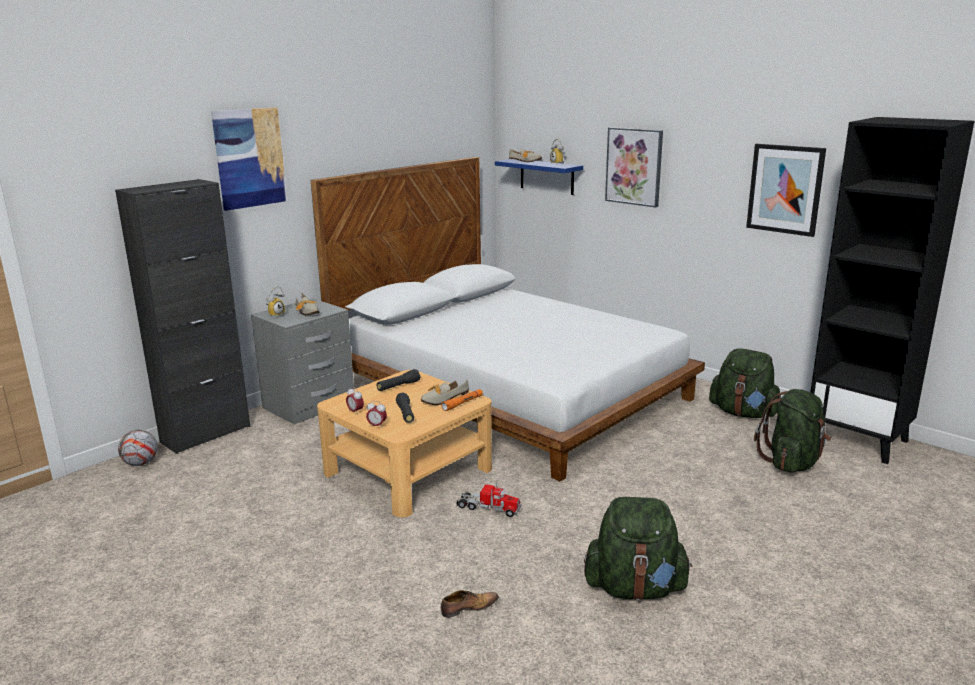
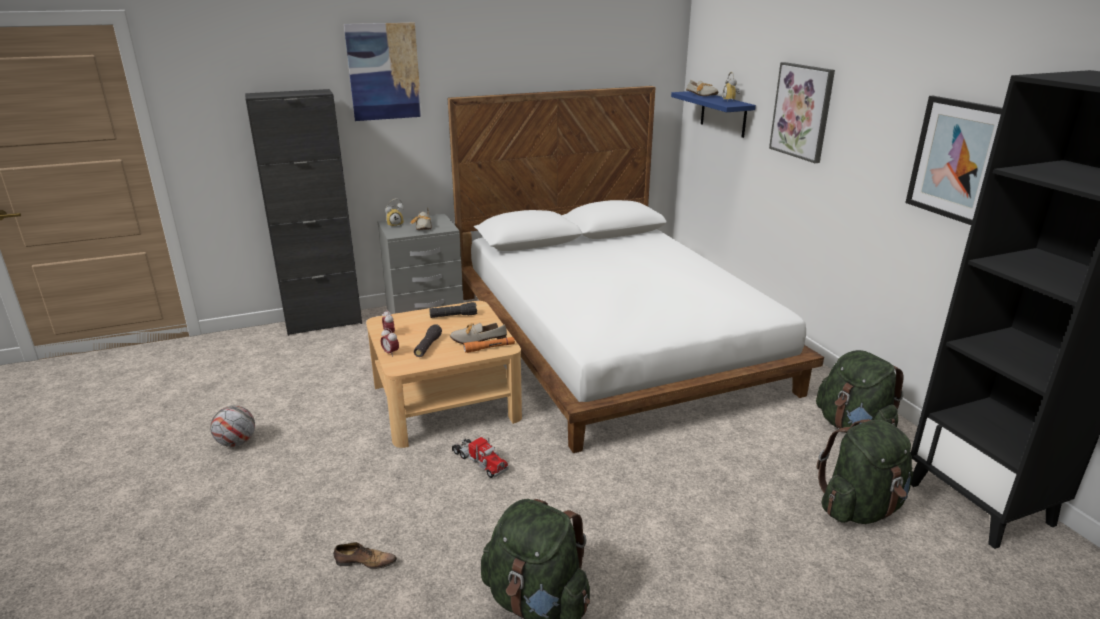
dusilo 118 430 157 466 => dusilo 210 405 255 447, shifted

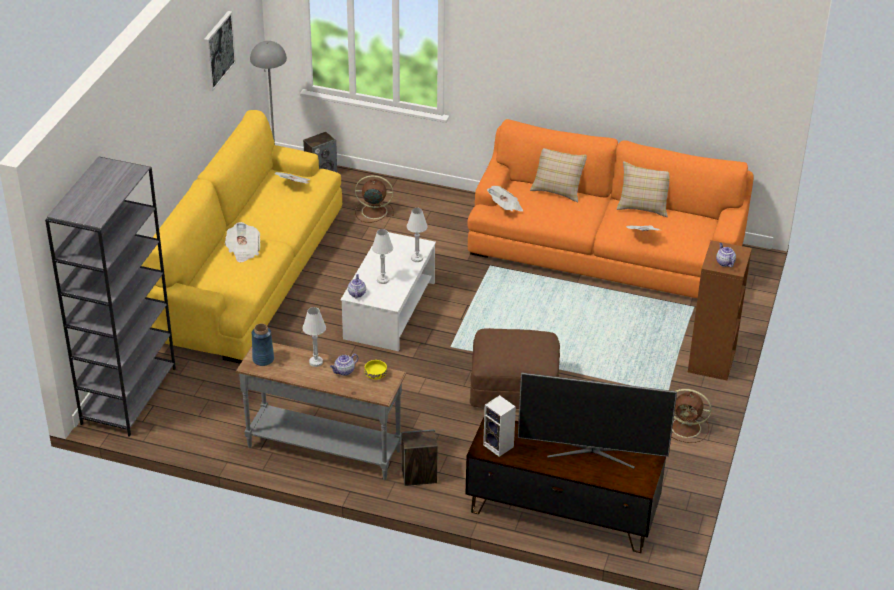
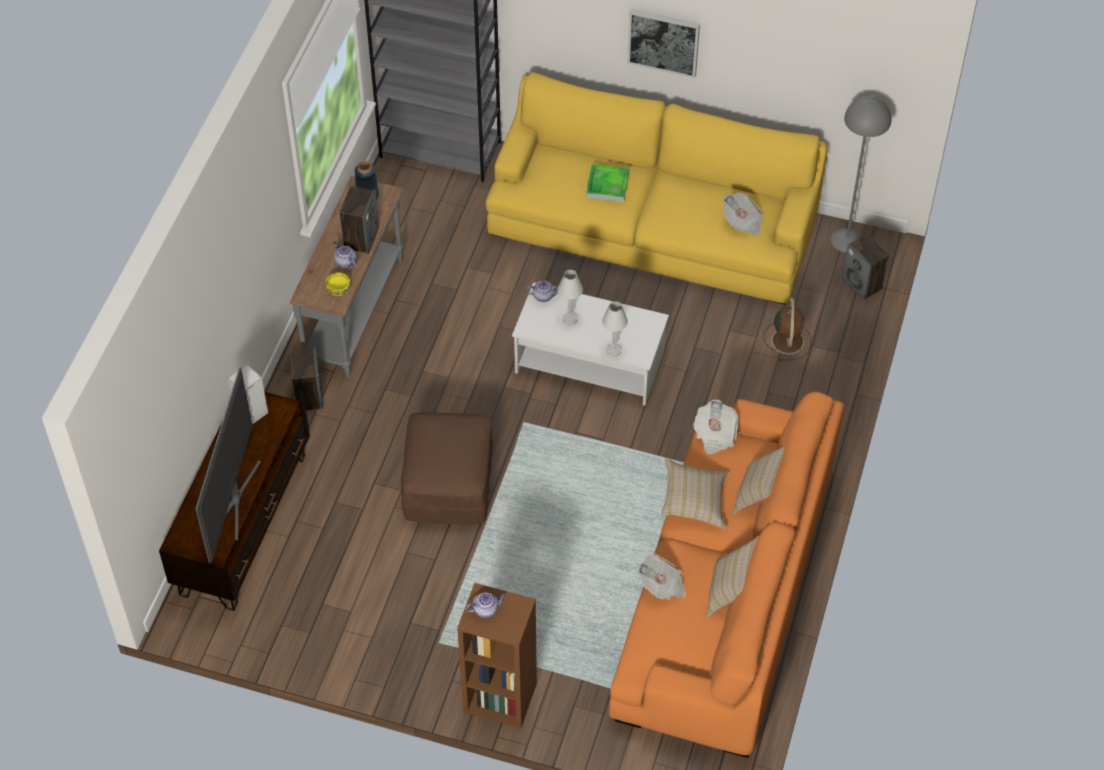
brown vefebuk 672 389 711 443 => nothing
nothing => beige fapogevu 661 459 728 530
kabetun 204 11 236 91 => kabetun 627 9 700 78, shifted
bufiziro 225 222 260 263 => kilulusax 586 164 629 202
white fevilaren 303 307 326 367 => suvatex 340 186 379 254

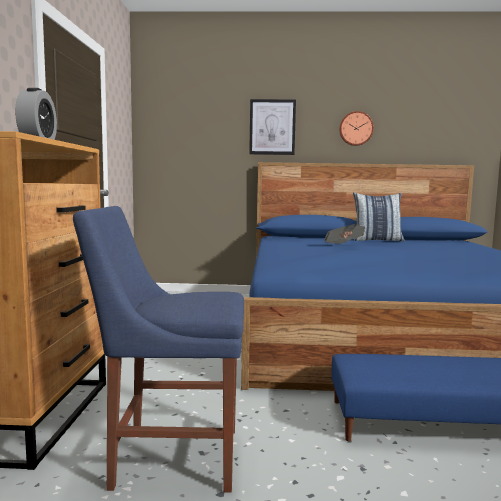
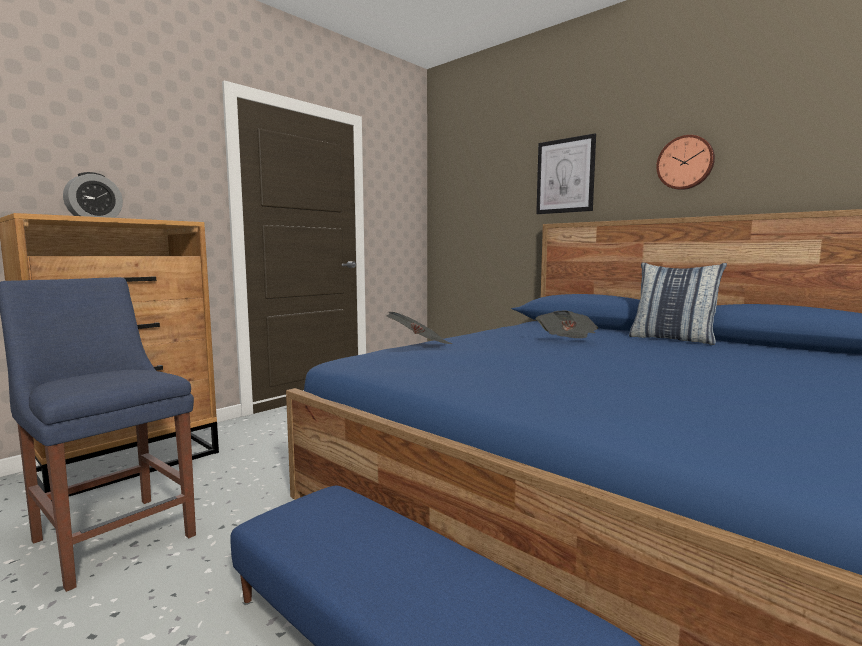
nothing => bufiziro 386 312 453 344

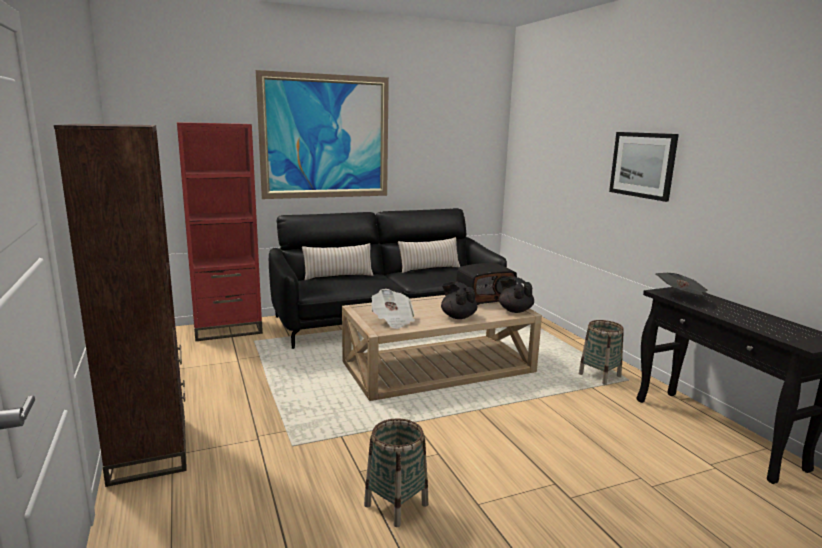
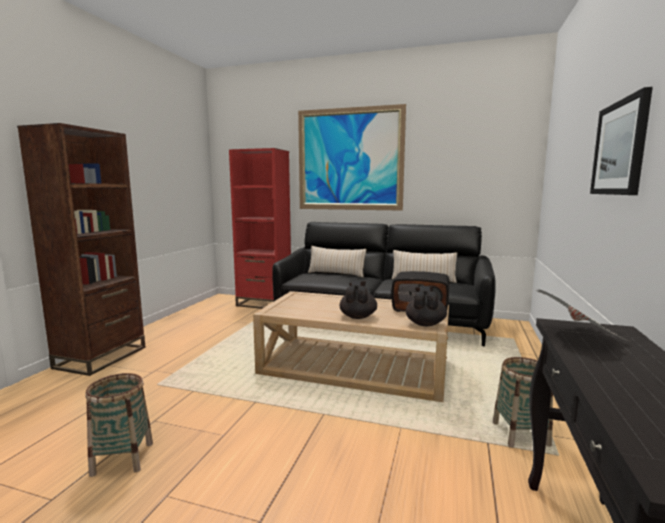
bufiziro 371 289 415 329 => nothing

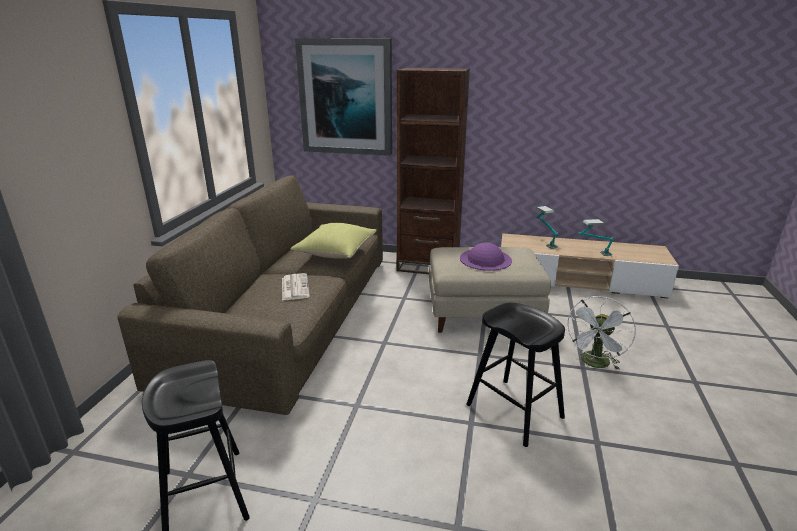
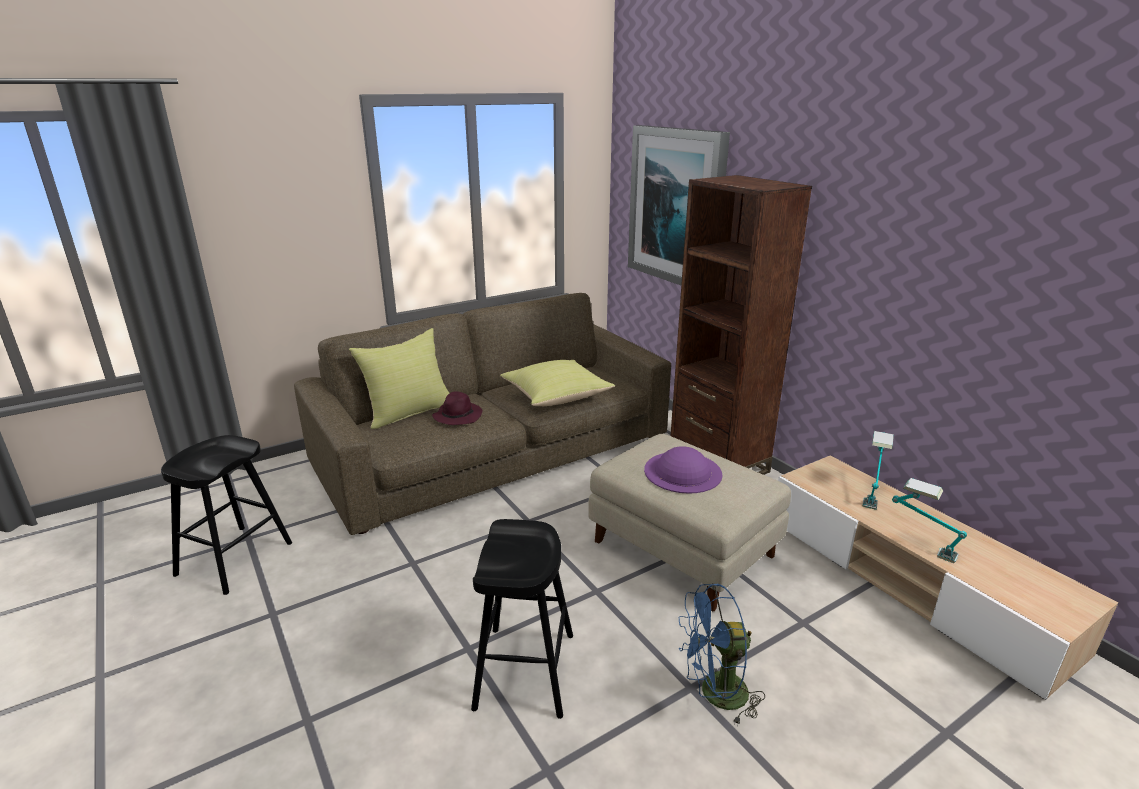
nothing => yellow fapogevu 349 328 450 429
bufiziro 282 273 310 301 => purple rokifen 432 391 482 425
white vefebuk 565 296 636 370 => blue vefebuk 679 583 765 726

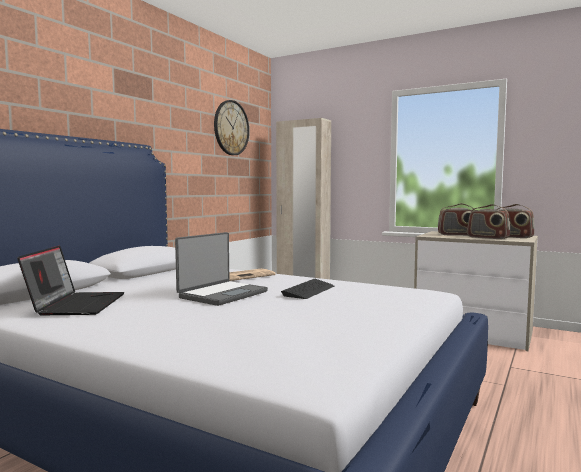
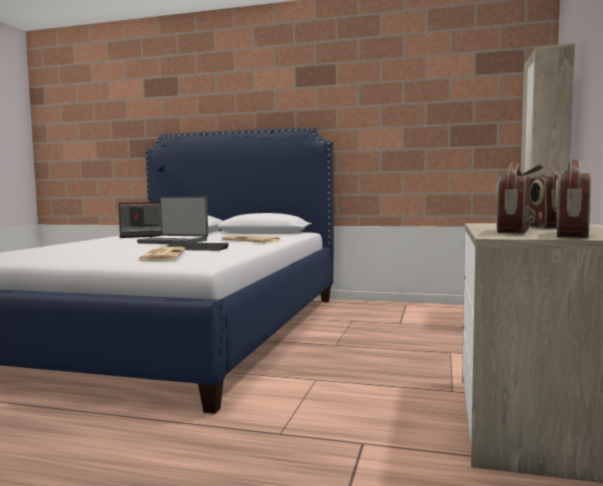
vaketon 214 100 249 155 => nothing
nothing => bufiziro 137 247 185 261

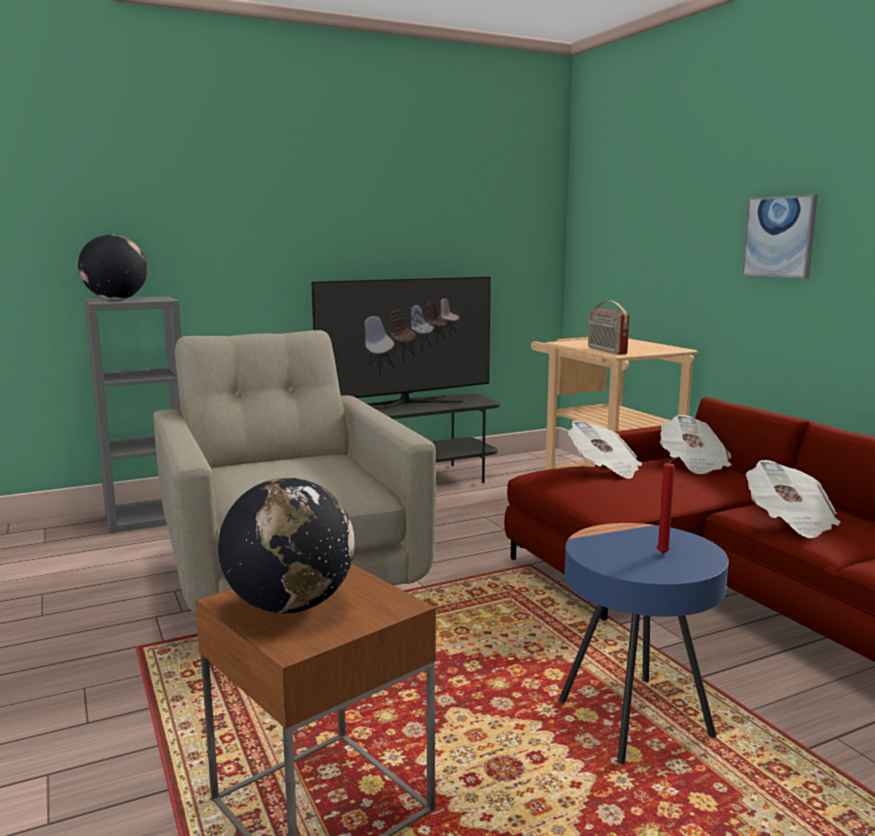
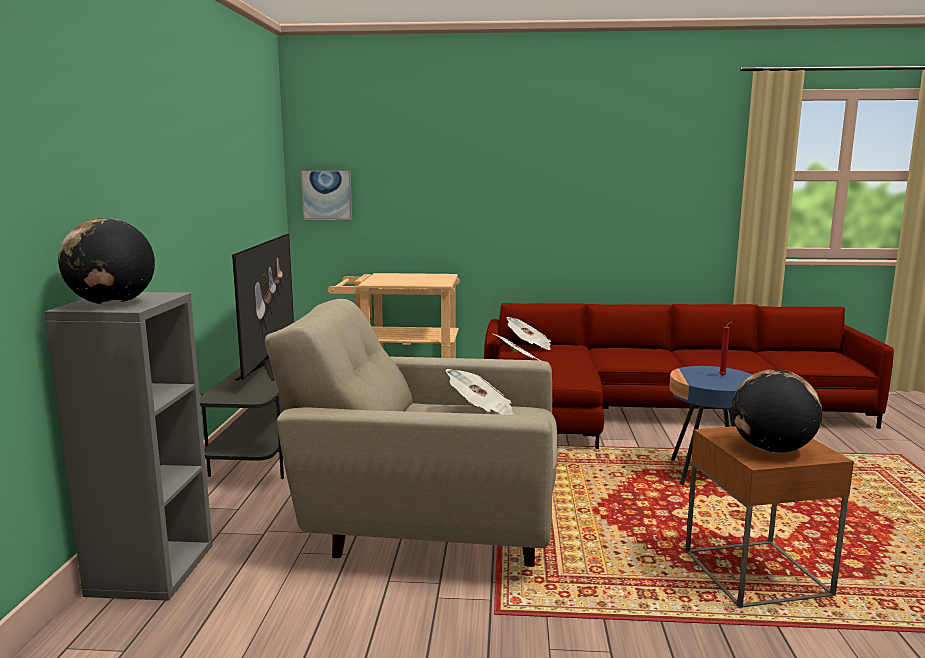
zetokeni 588 301 629 355 => nothing
kabetun 742 194 818 279 => kabetun 301 170 352 220, shifted
bufiziro 746 460 840 538 => bufiziro 446 369 514 415, shifted

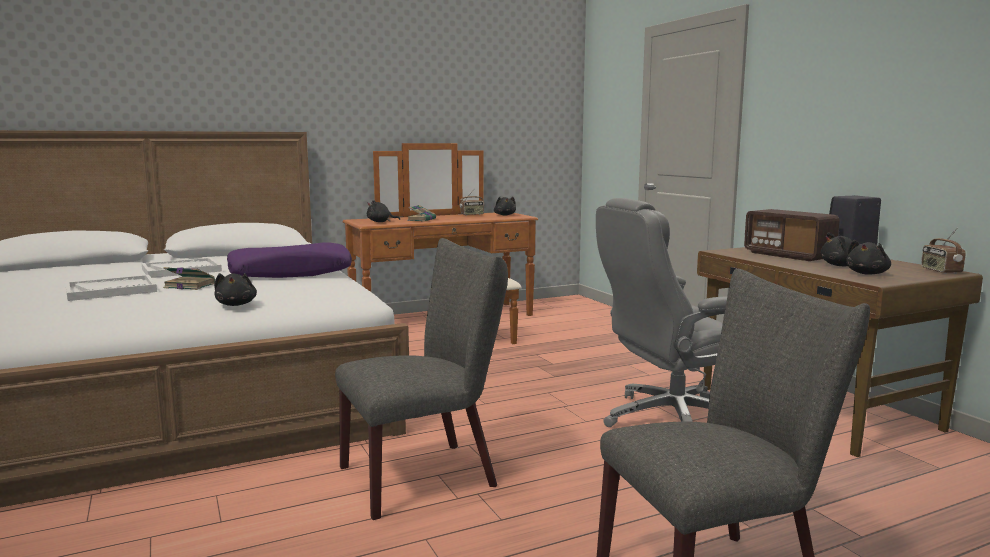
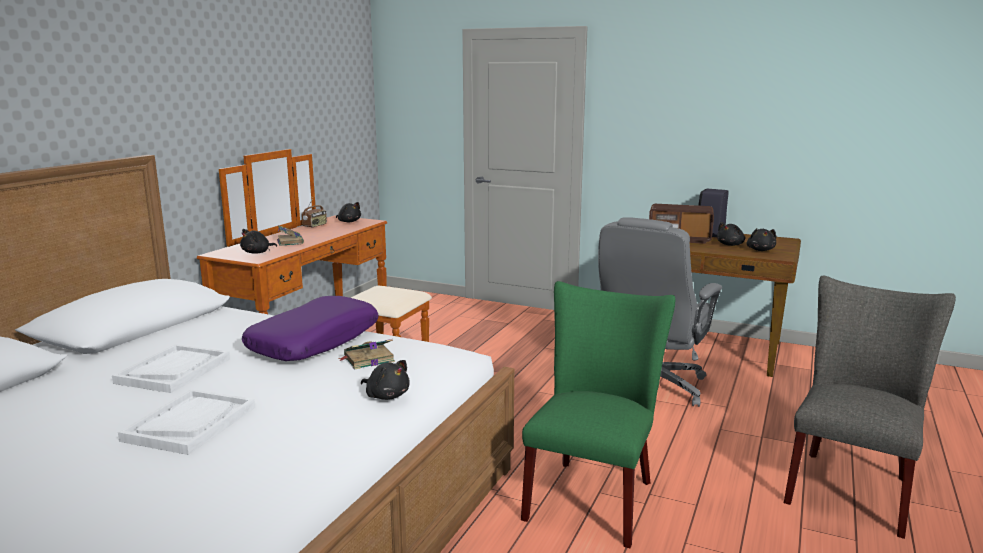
zetokeni 921 227 966 274 => nothing
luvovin 163 267 215 290 => luvovin 339 339 395 370, shifted
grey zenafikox 335 238 508 520 => green zenafikox 521 281 675 548

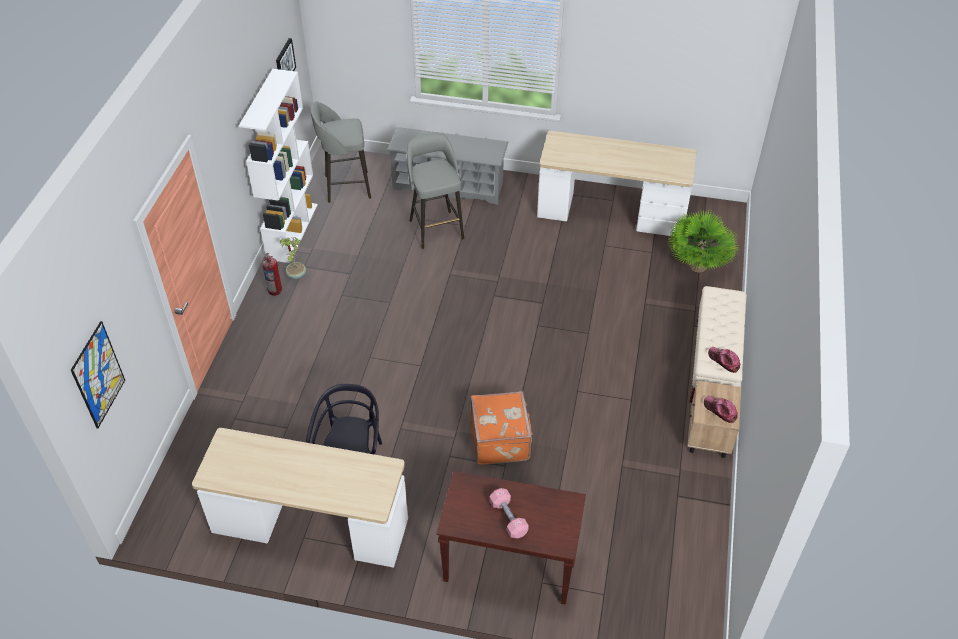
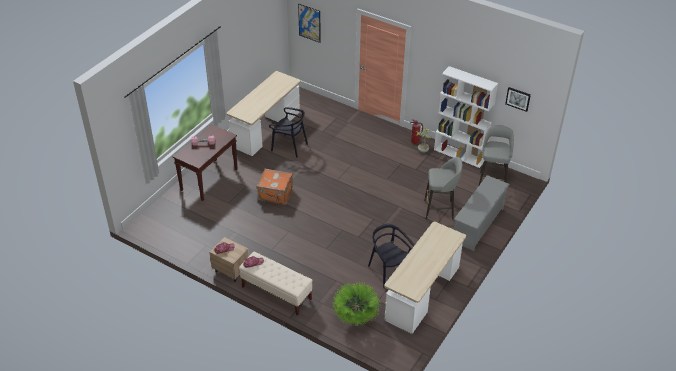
nothing => black zenafikox 368 224 415 288

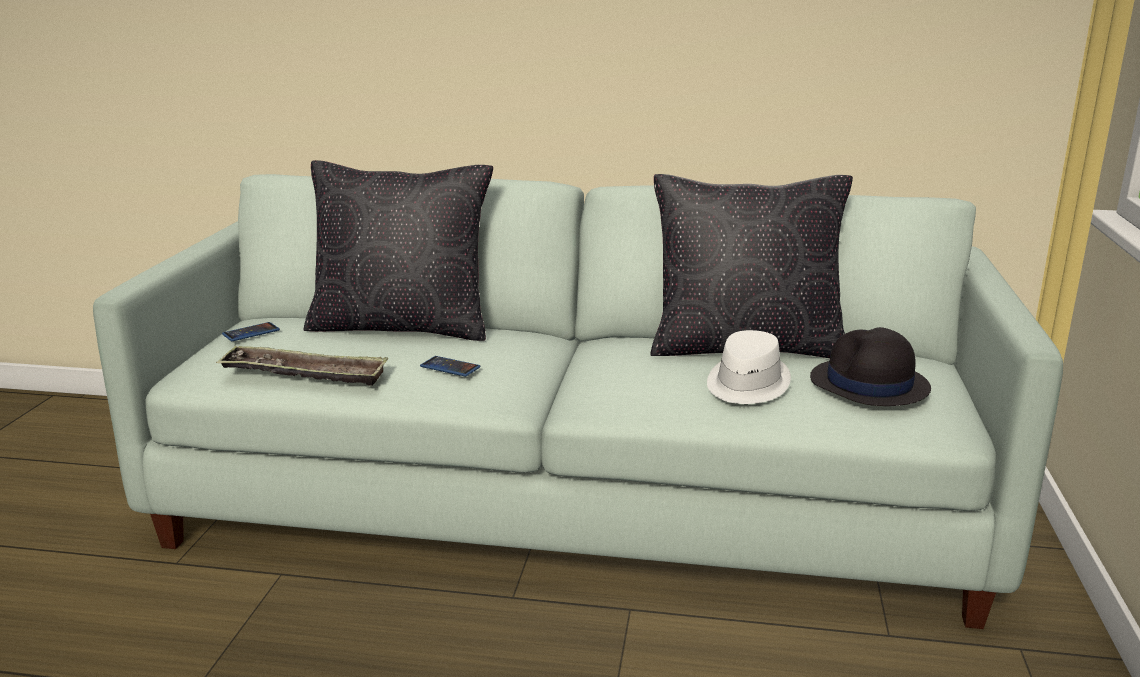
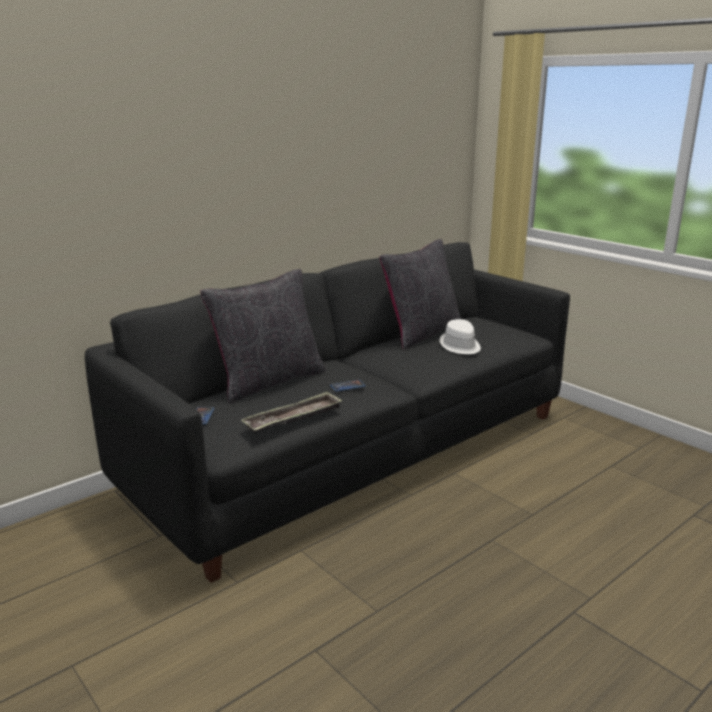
black rokifen 810 327 931 406 => nothing
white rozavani 93 174 1063 629 => black rozavani 85 242 570 583

